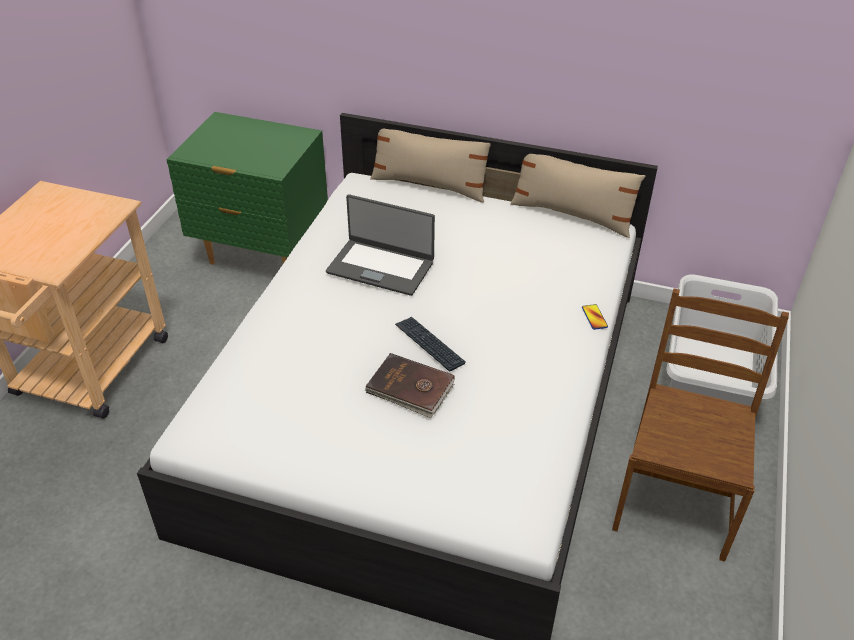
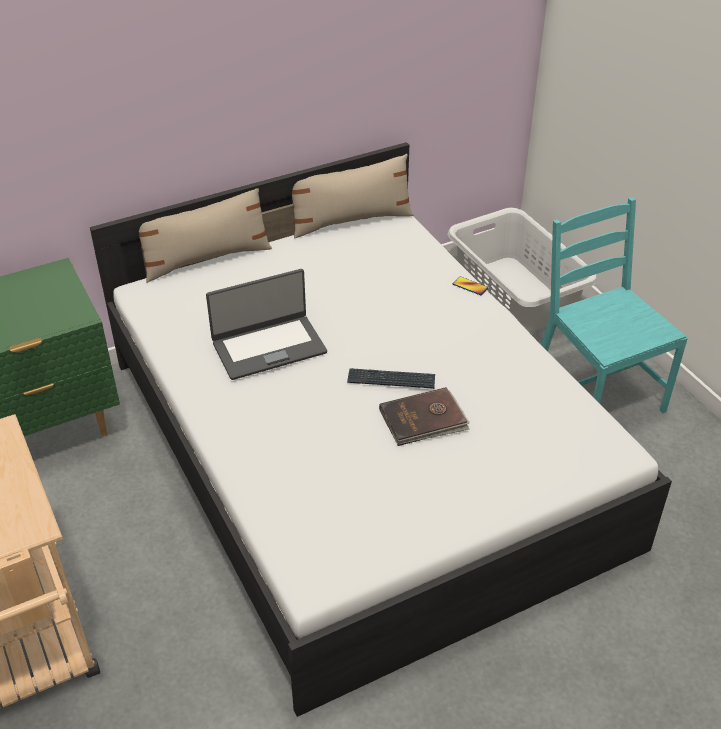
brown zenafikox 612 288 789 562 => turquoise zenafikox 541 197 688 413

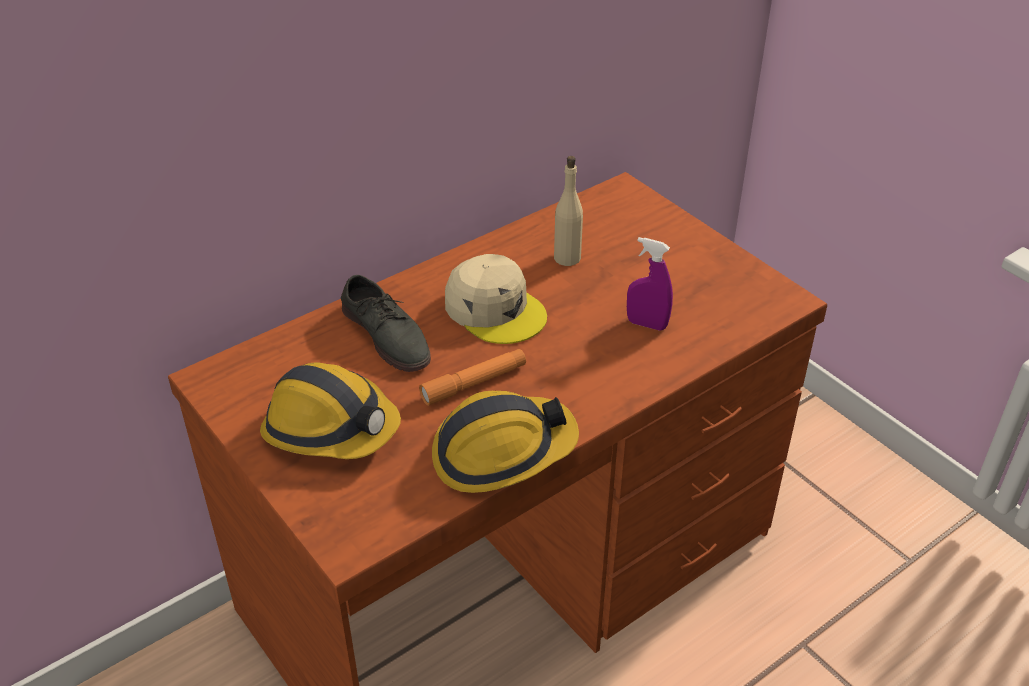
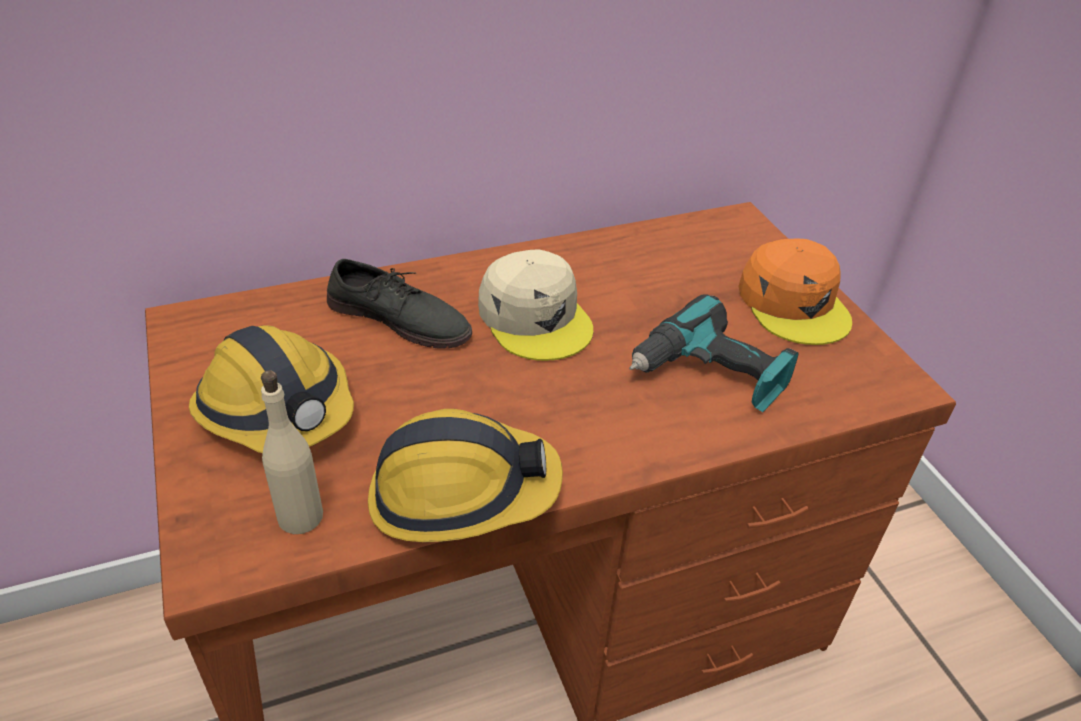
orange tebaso 419 349 526 406 => nothing
nothing => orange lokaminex 739 238 852 345
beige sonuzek 554 156 583 266 => beige sonuzek 261 370 323 534, shifted
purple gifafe 627 237 673 331 => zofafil 629 294 799 412
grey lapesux 341 275 431 372 => grey lapesux 327 259 472 349, 45 degrees counterclockwise

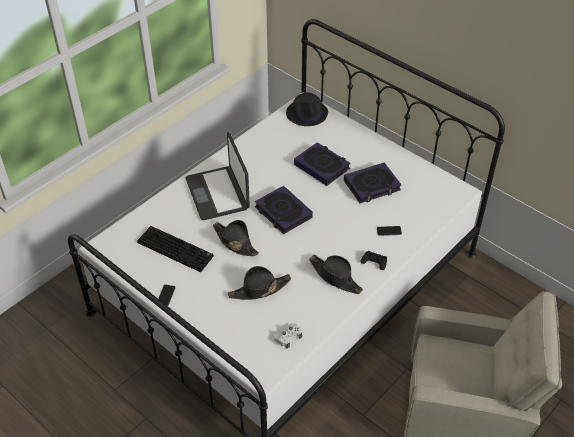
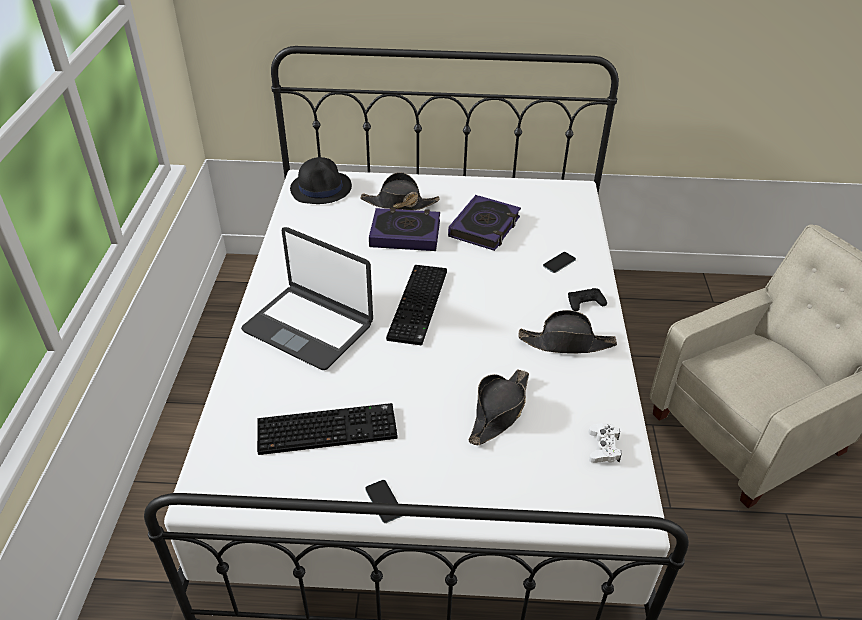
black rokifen 213 220 259 256 => black rokifen 360 172 439 210, shifted
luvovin 255 186 313 234 => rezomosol 386 265 447 345

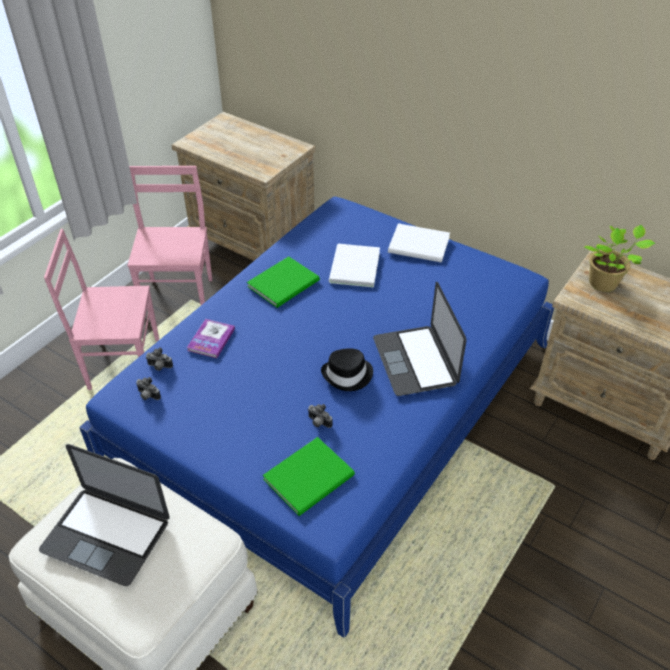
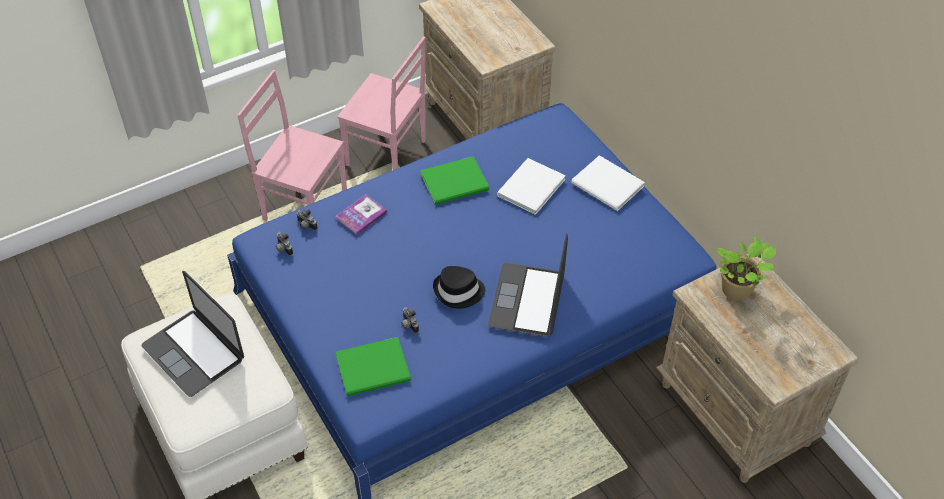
pink zenafikox 127 166 212 317 => pink zenafikox 337 37 426 170, 90 degrees clockwise

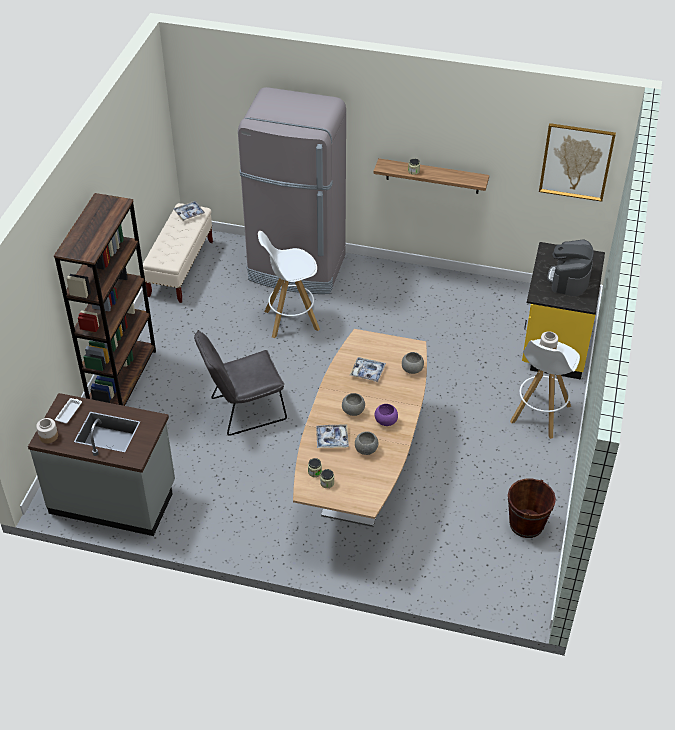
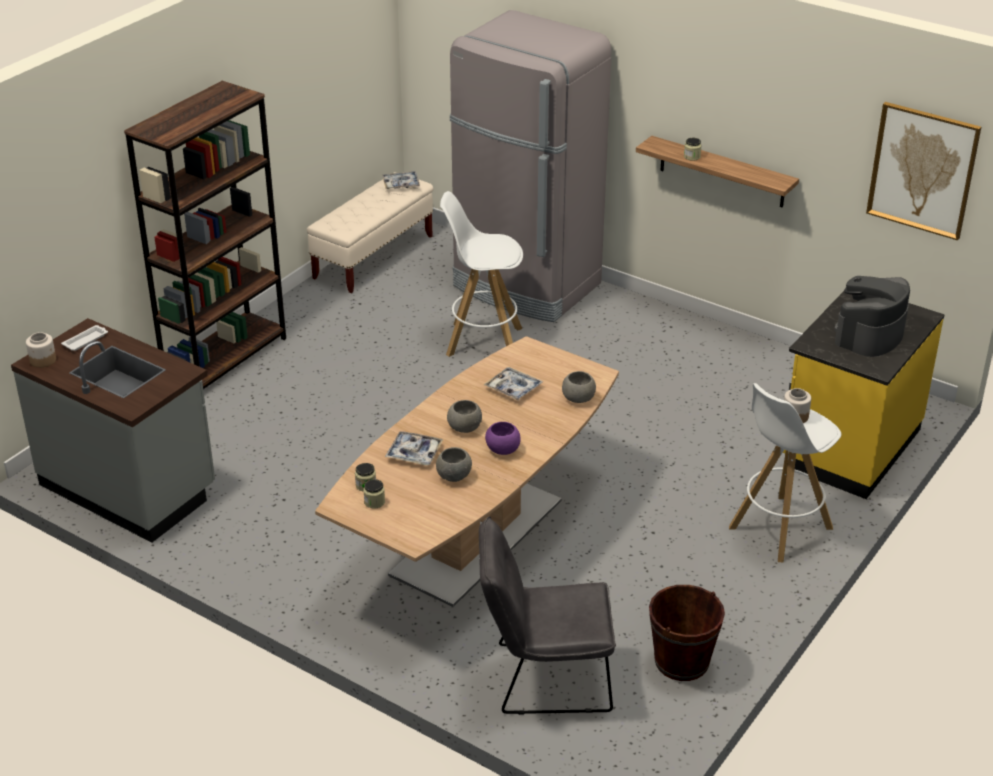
grey zenafikox 194 330 287 436 => grey zenafikox 479 516 616 715, shifted

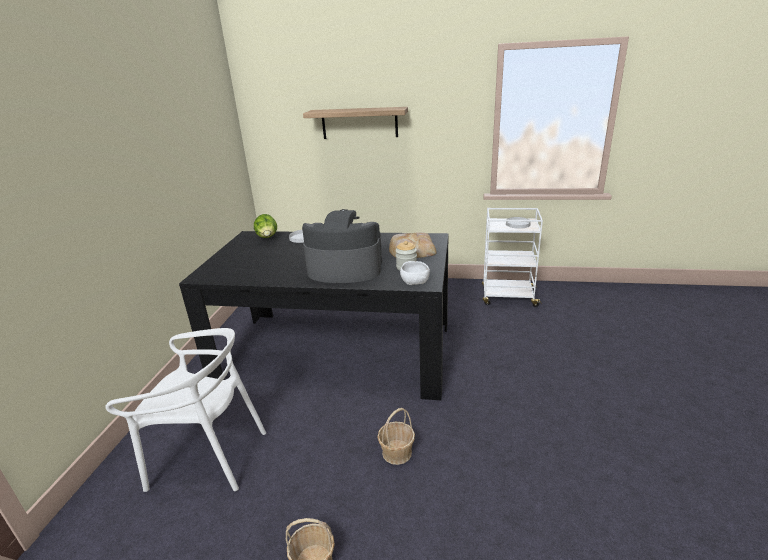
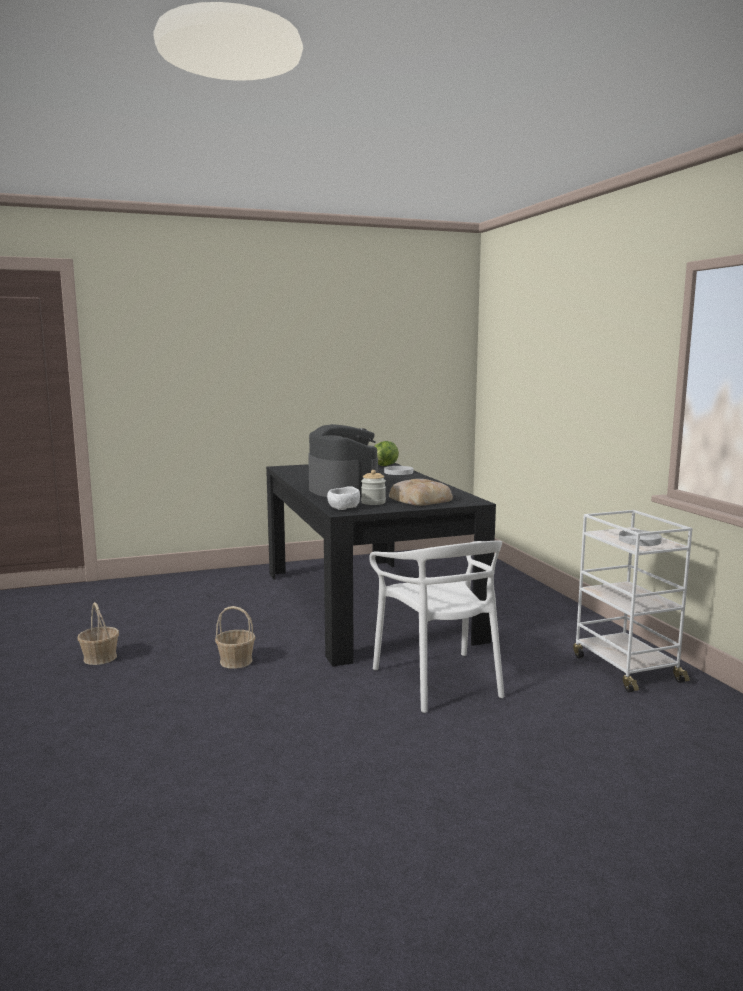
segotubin 303 107 408 139 => nothing
white zenafikox 105 328 266 492 => white zenafikox 369 541 505 713, shifted

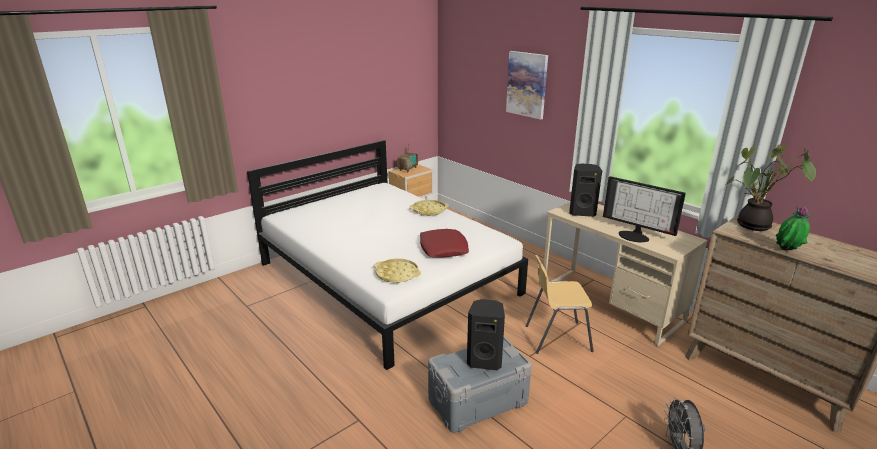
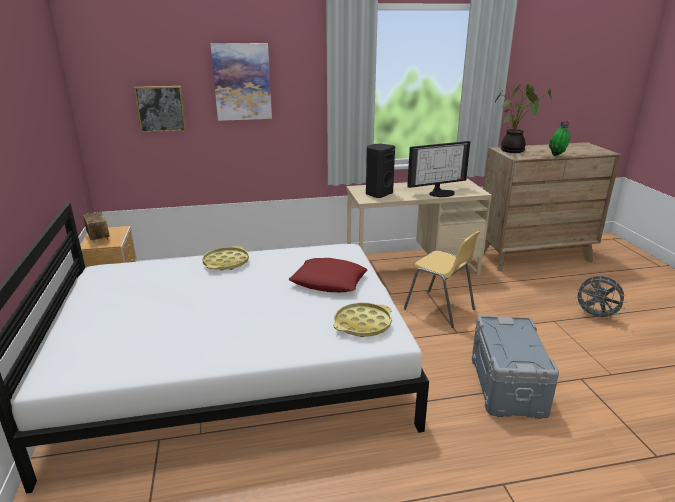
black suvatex 467 299 505 370 => nothing
nothing => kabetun 134 86 186 133
yellow zenafikox 526 255 593 354 => yellow zenafikox 404 231 480 328, 75 degrees counterclockwise

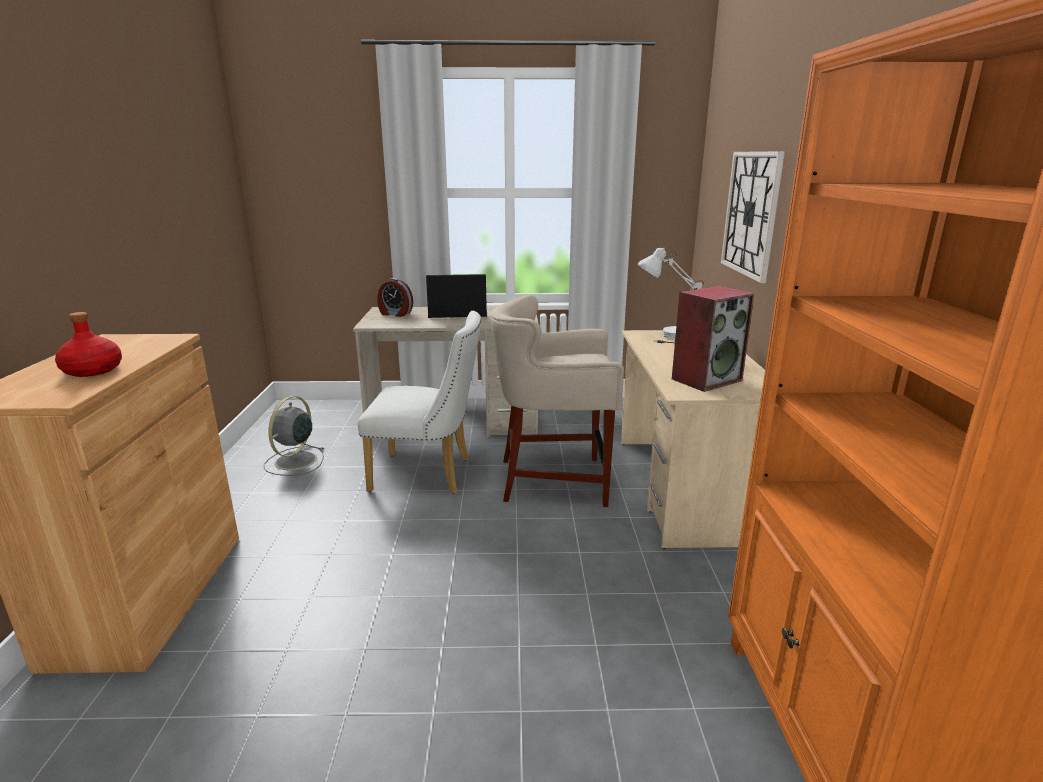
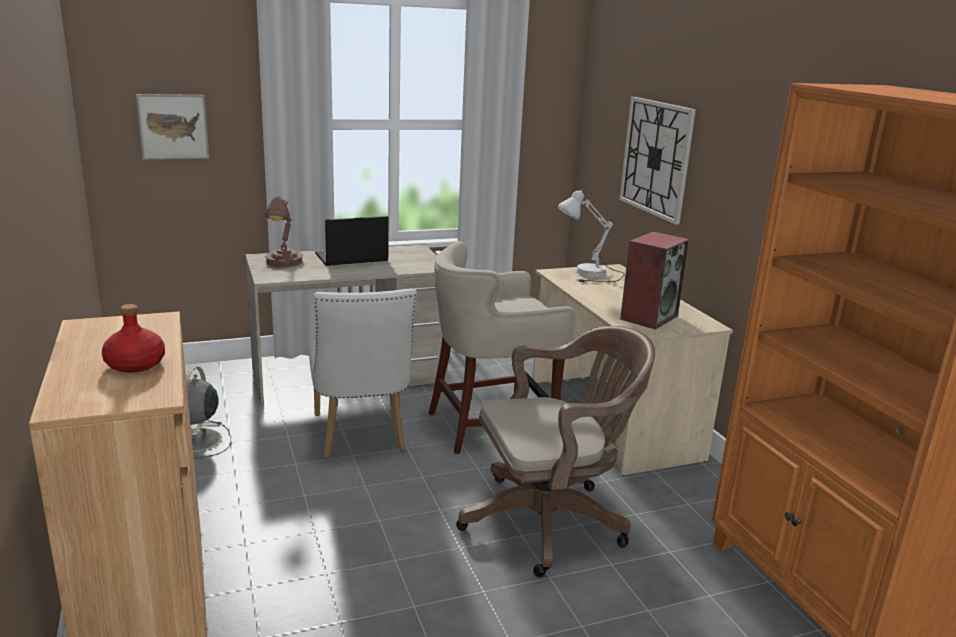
nothing => kabetun 136 94 209 160
nothing => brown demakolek 456 326 655 578
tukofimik 377 278 413 317 => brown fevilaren 265 196 303 267
white zenafikox 358 311 481 494 => white zenafikox 309 288 417 458, 90 degrees clockwise

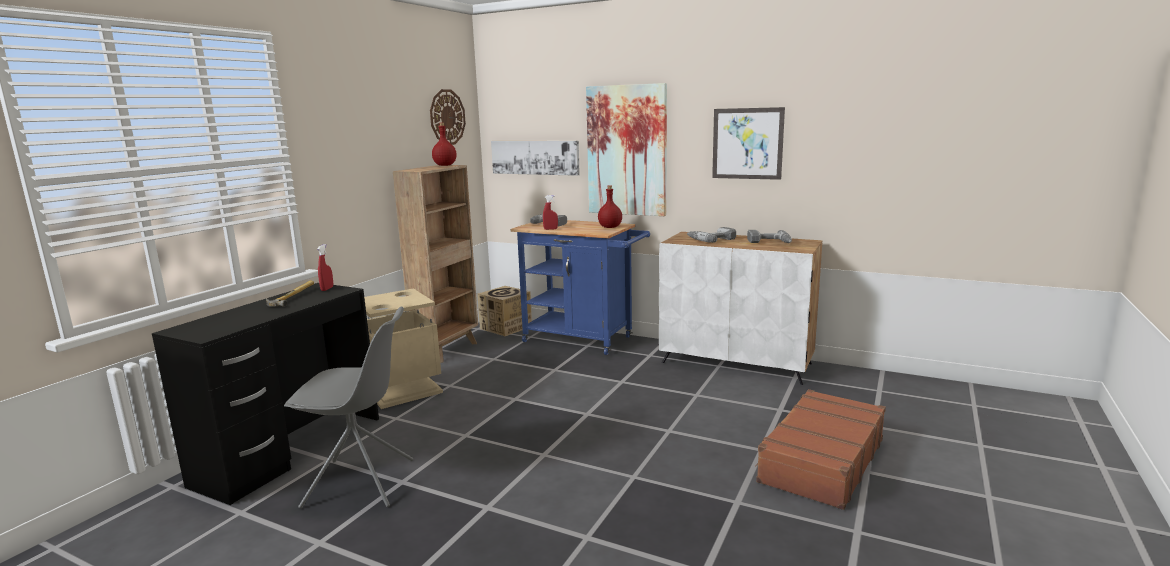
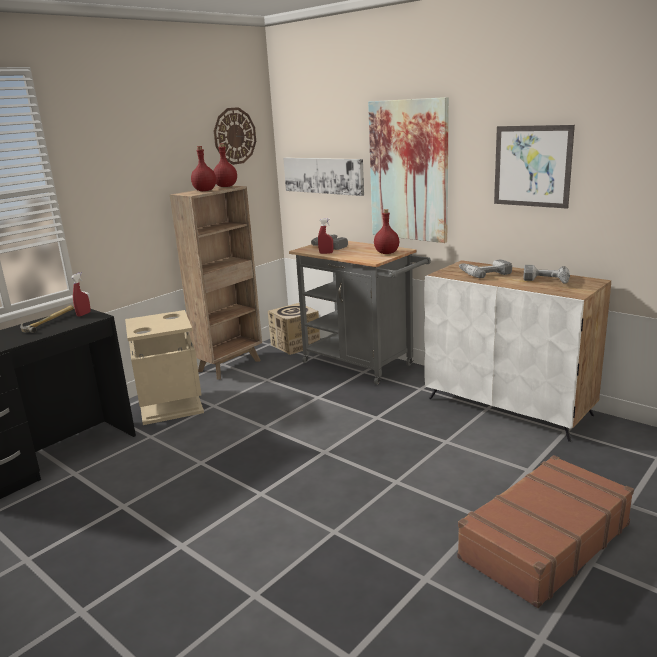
grey zenafikox 284 306 414 508 => nothing
nothing => red sonuzek 191 146 216 191
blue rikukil 510 220 650 355 => grey rikukil 289 241 431 385

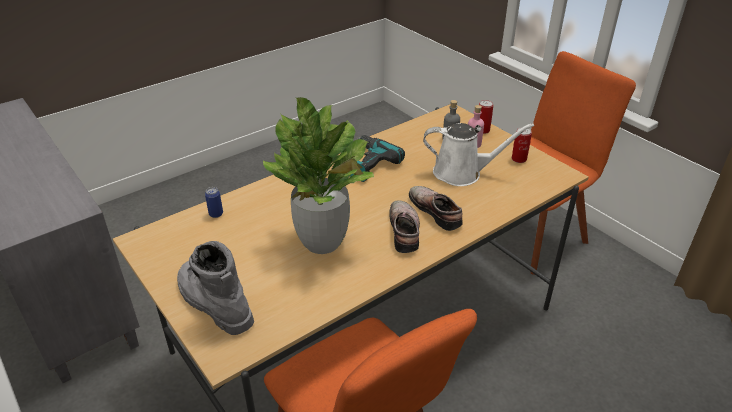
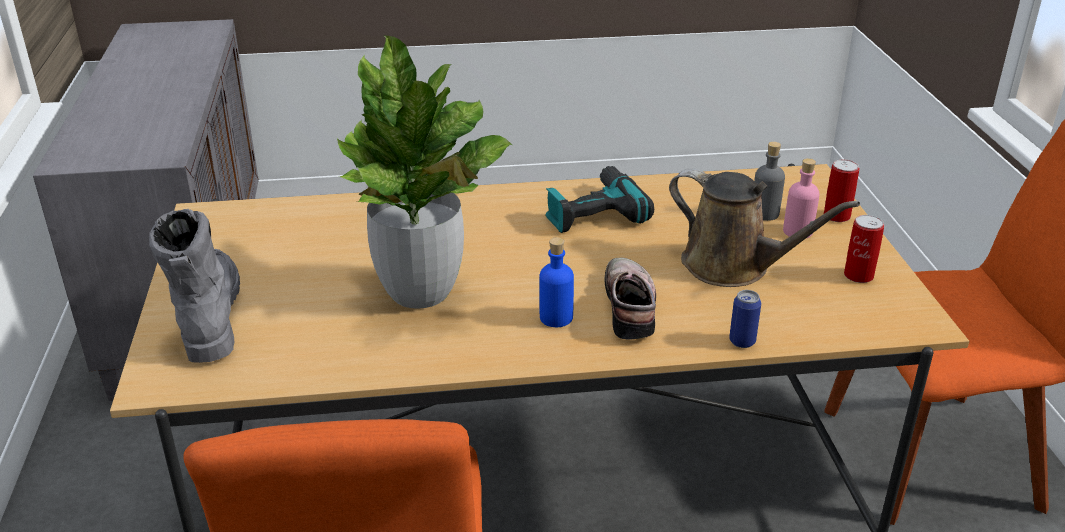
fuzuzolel 205 187 223 218 => fuzuzolel 729 290 761 348, shifted
lapesux 389 200 420 253 => blue sonuzek 539 237 574 327
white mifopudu 423 123 534 186 => brown mifopudu 669 168 860 287

